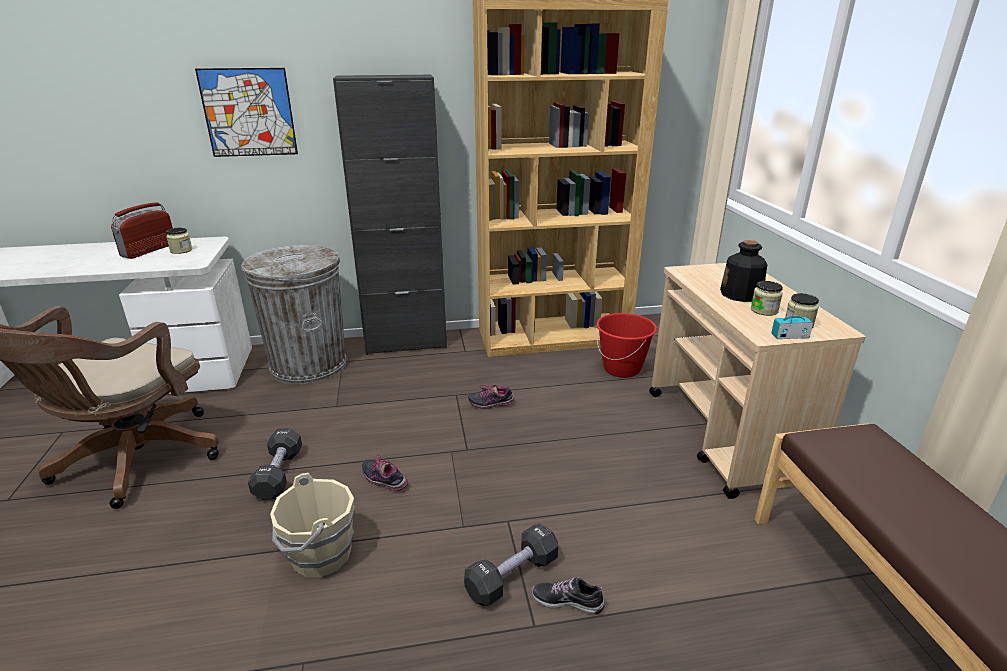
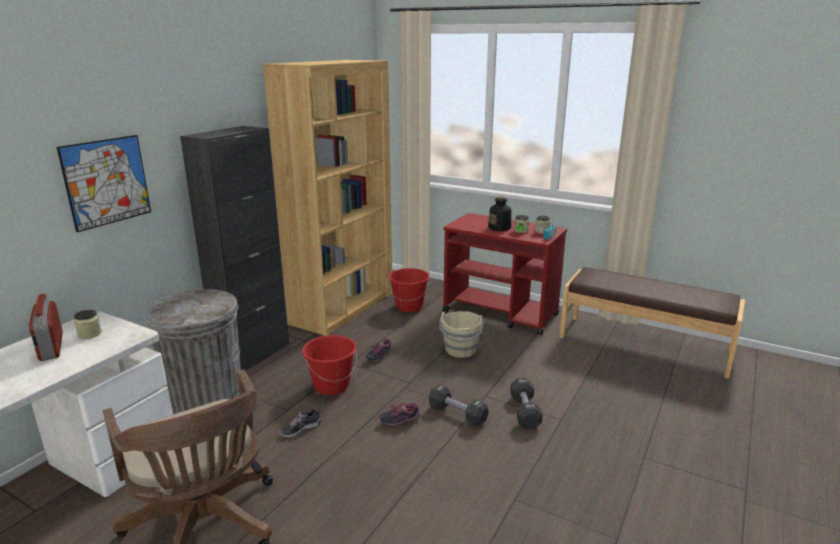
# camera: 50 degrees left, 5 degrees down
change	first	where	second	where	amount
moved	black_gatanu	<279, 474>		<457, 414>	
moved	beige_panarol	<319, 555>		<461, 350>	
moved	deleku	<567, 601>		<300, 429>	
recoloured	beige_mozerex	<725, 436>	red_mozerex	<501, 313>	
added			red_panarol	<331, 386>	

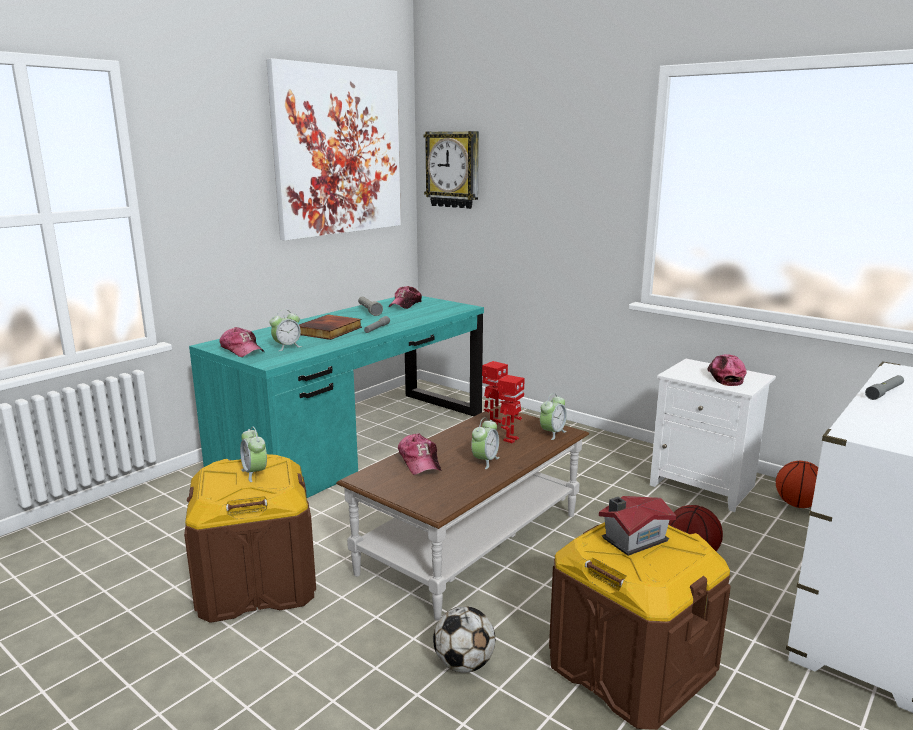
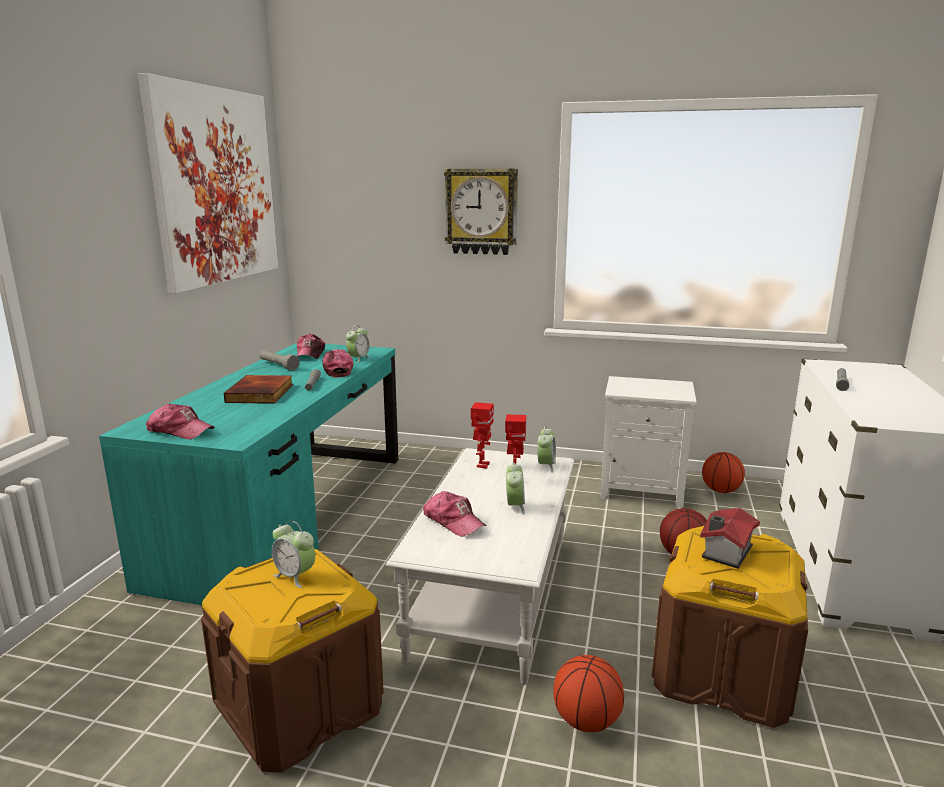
# camera: 25 degrees left, 0 degrees up
change	first	where	second	where	amount
moved	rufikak	<287, 347>		<358, 359>	
recoloured	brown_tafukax	<471, 543>	white_tafukax	<493, 593>	
moved	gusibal	<453, 169>		<481, 212>	
replaced	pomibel	<464, 664>	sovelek	<586, 721>	
moved	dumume	<724, 376>		<337, 370>	

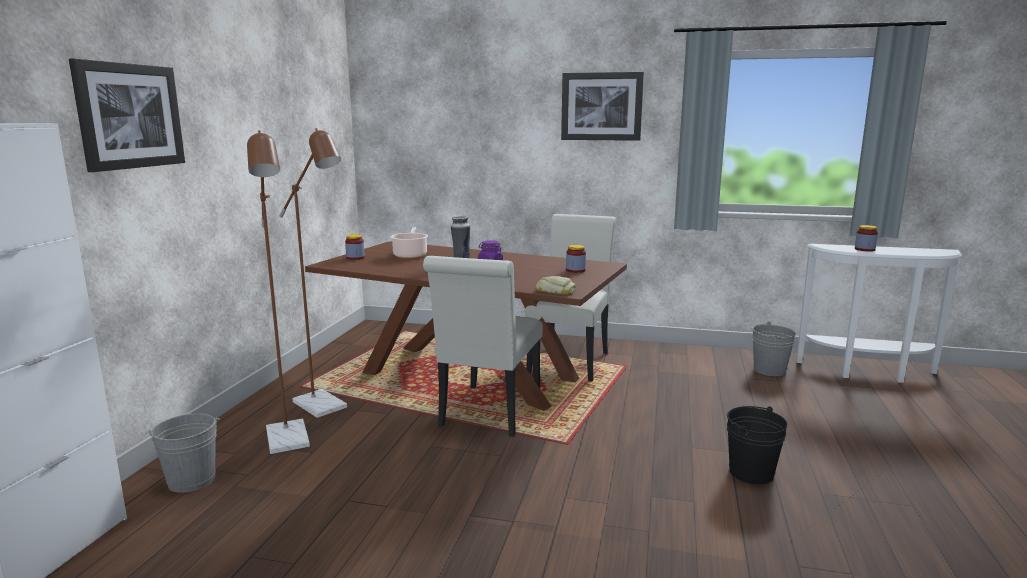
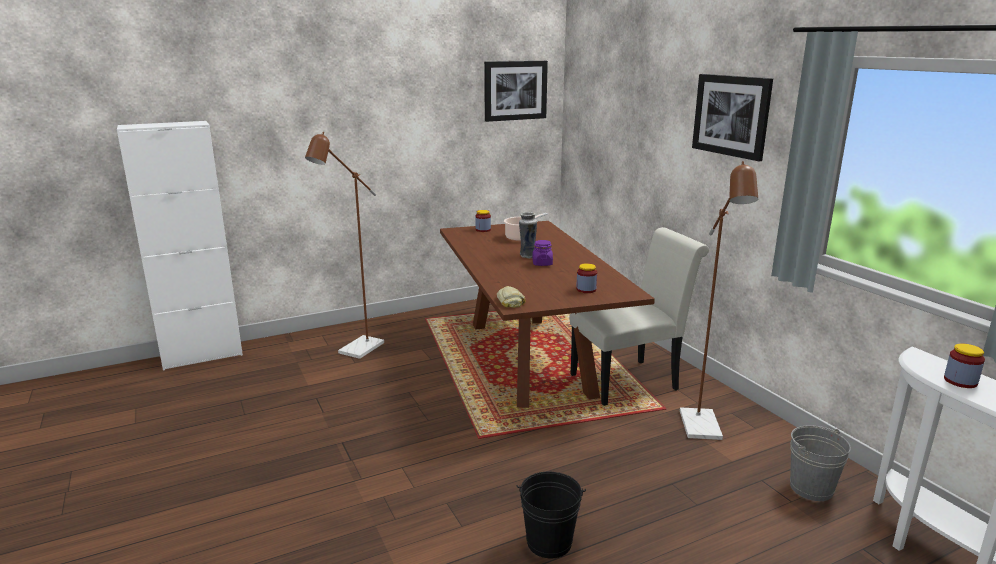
# camera: 50 degrees right, 5 degrees up
change	first	where	second	where	amount
moved	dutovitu	<130, 116>		<515, 90>	
removed	grey_panarol	<191, 480>			
moved	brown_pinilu	<325, 408>		<702, 430>	
removed	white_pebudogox	<488, 414>			

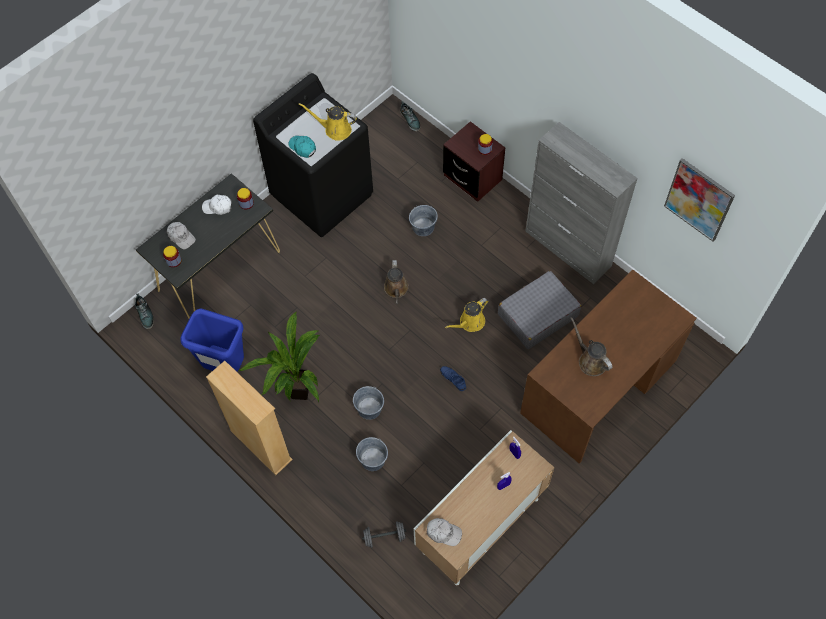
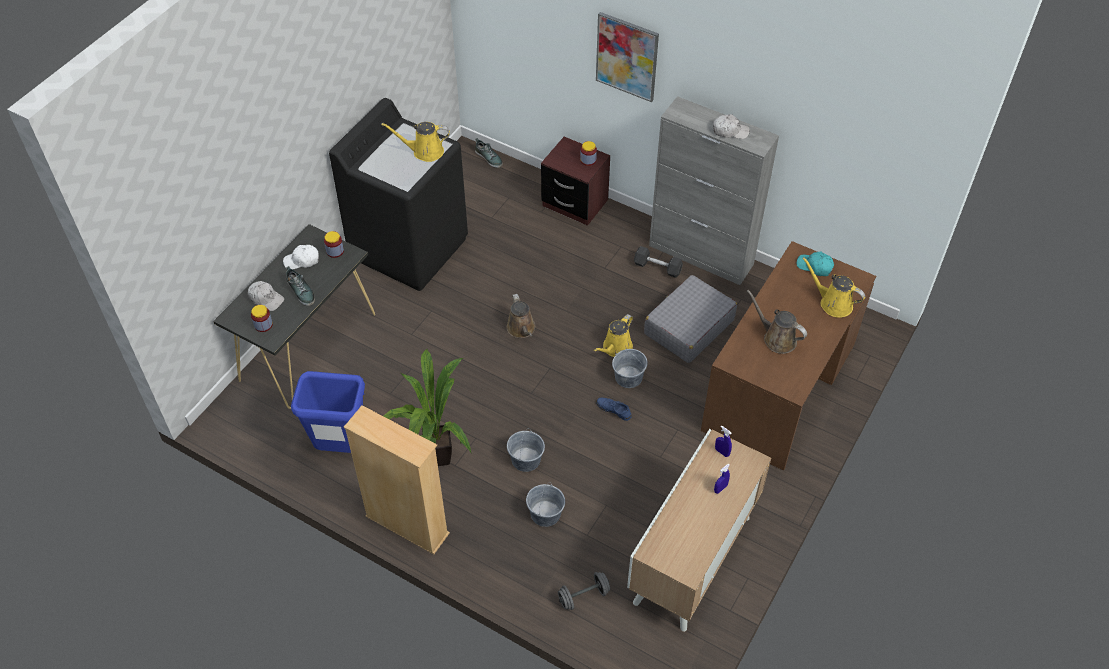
# camera: 15 degrees left, 10 degrees down
change	first	where	second	where	amount
moved	deleku	<145, 314>		<301, 291>	
moved	turquoise_dumume	<302, 148>		<815, 267>	
moved	grey_panarol	<423, 227>		<628, 377>	
moved	white_dumume	<443, 533>		<730, 131>	
moved	dutovitu	<699, 199>		<627, 56>	
added			grey_gatanu	<657, 267>	
added			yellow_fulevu	<833, 303>	

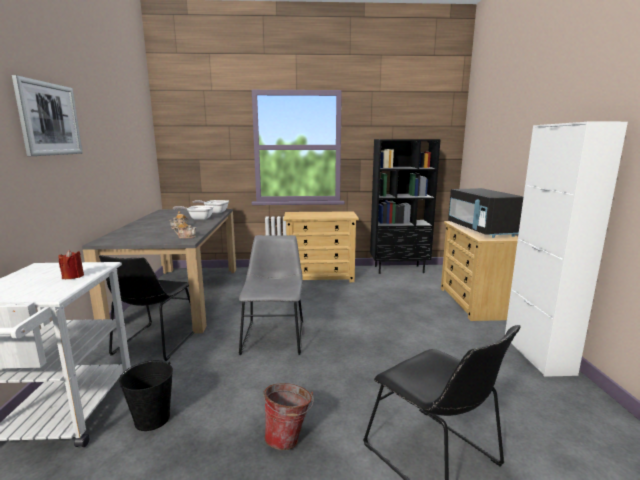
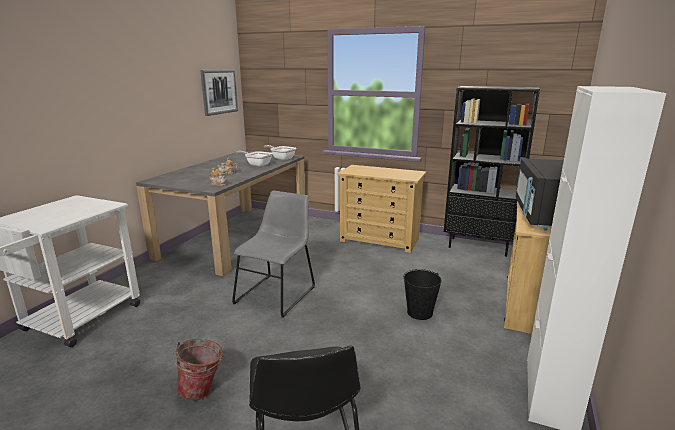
# camera: 25 degrees right, 5 degrees up
change	first	where	second	where	amount
moved	dutovitu	<49, 119>		<219, 91>	
removed	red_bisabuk	<73, 276>			
removed	black_pebudogox	<154, 343>			
moved	black_panarol	<152, 419>		<420, 312>	

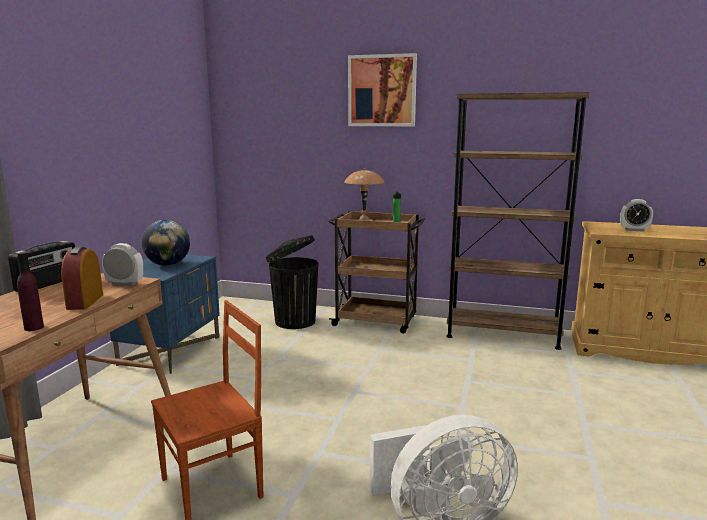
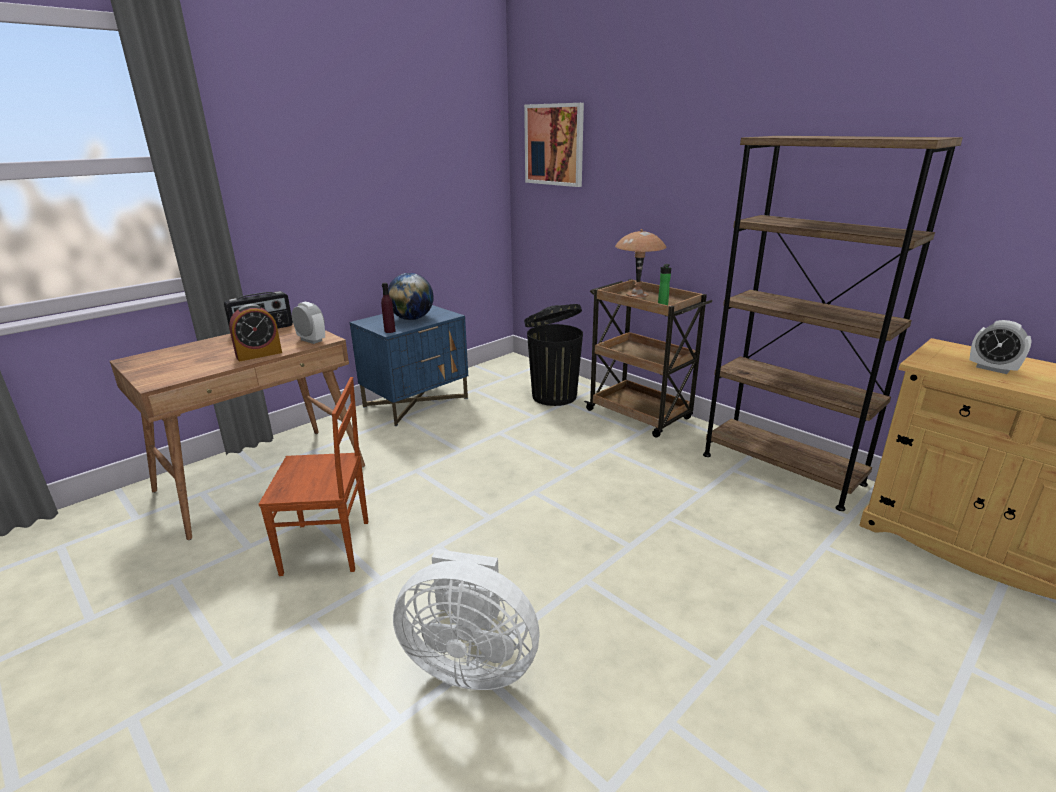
# camera: 30 degrees right, 10 degrees up
change	first	where	second	where	amount
moved	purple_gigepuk	<34, 327>		<390, 331>	
turned	rufikak	<85, 301>		<259, 354>	150 degrees counterclockwise
moved	dutovitu	<382, 91>		<554, 145>	

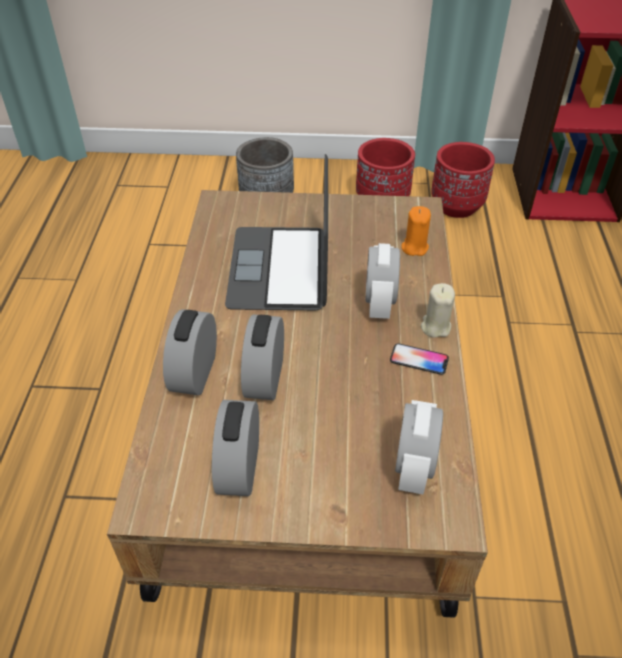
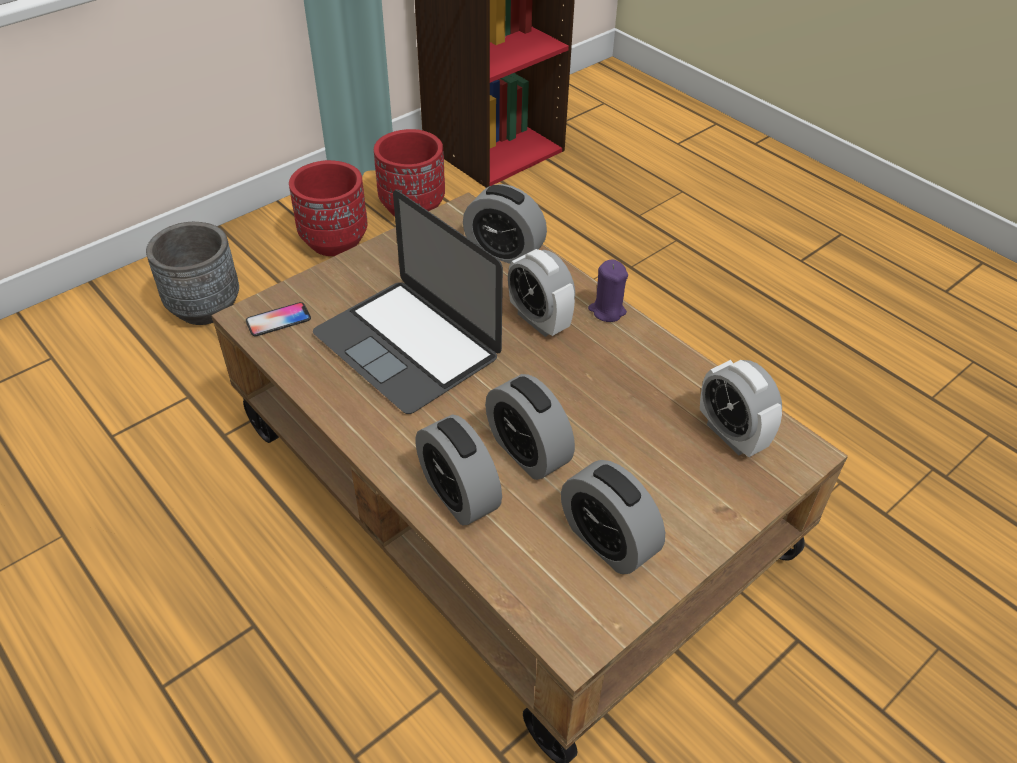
# camera: 45 degrees left, 0 degrees up
change	first	where	second	where	amount
moved	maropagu	<419, 360>		<278, 320>	
replaced	orange_bisabuk	<414, 247>	rufikak	<504, 251>	
recoloured	beige_bisabuk	<435, 327>	purple_bisabuk	<607, 311>	

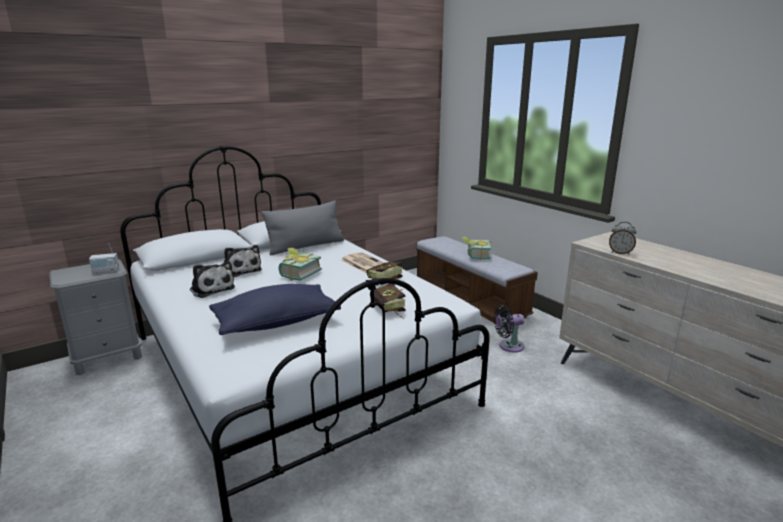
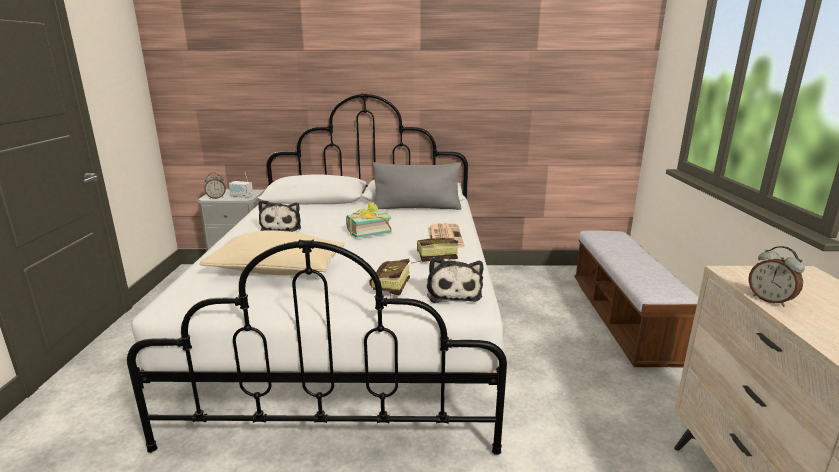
# camera: 35 degrees right, 0 degrees up
change	first	where	second	where	amount
recoloured	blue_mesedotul	<276, 323>	beige_mesedotul	<277, 270>	
moved	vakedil	<241, 270>		<453, 292>	
removed	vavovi	<475, 255>			
removed	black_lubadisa	<508, 346>			
added			rufikak	<216, 198>	

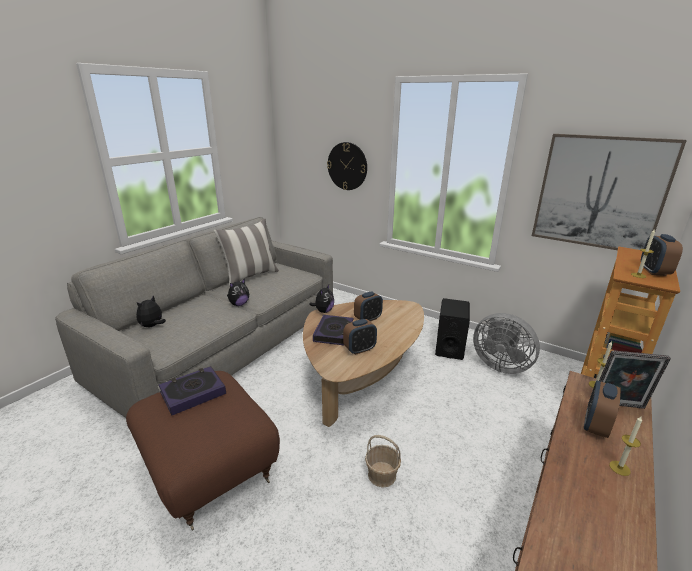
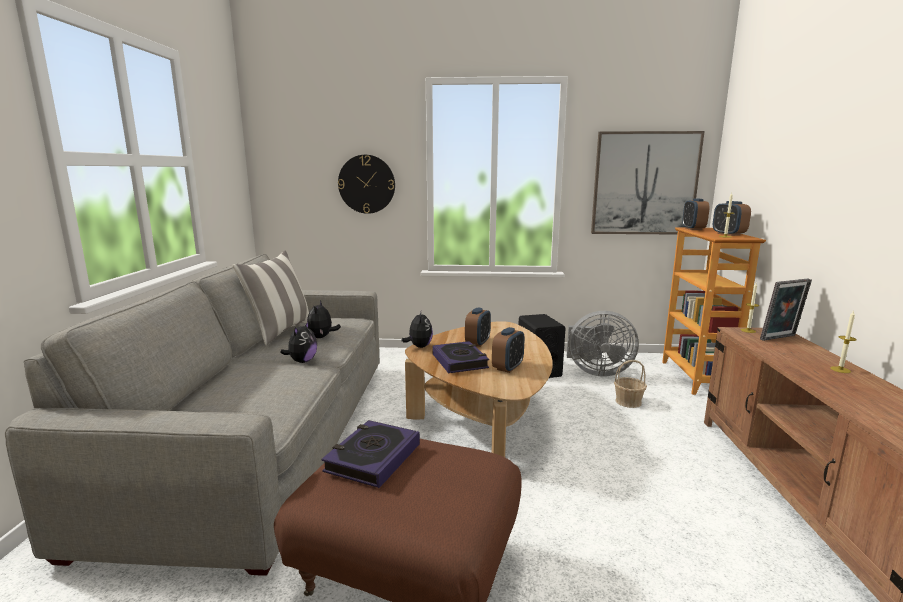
# camera: 30 degrees left, 10 degrees down
change	first	where	second	where	amount
moved	vakedil	<152, 326>		<322, 337>	
moved	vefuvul	<382, 475>		<628, 402>	
moved	rufikak	<595, 426>		<693, 229>	

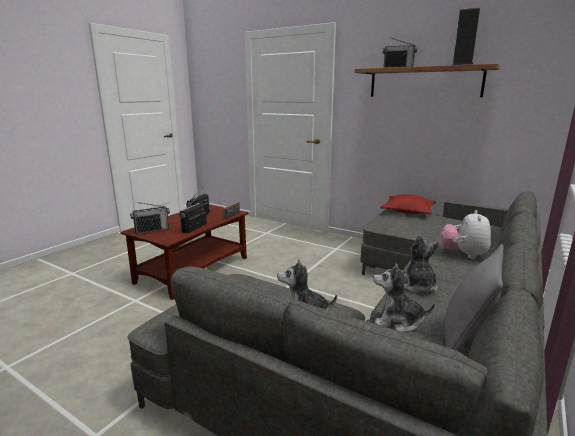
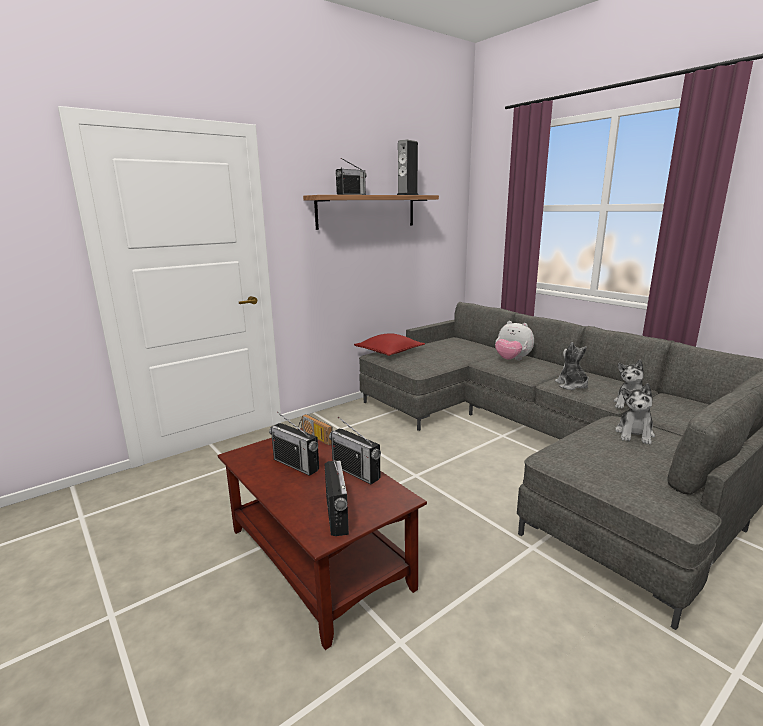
# camera: 70 degrees left, 0 degrees up
change	first	where	second	where	amount
turned	vakedil	<418, 286>		<571, 385>	60 degrees clockwise
removed	grey_mesedotul	<465, 339>			

